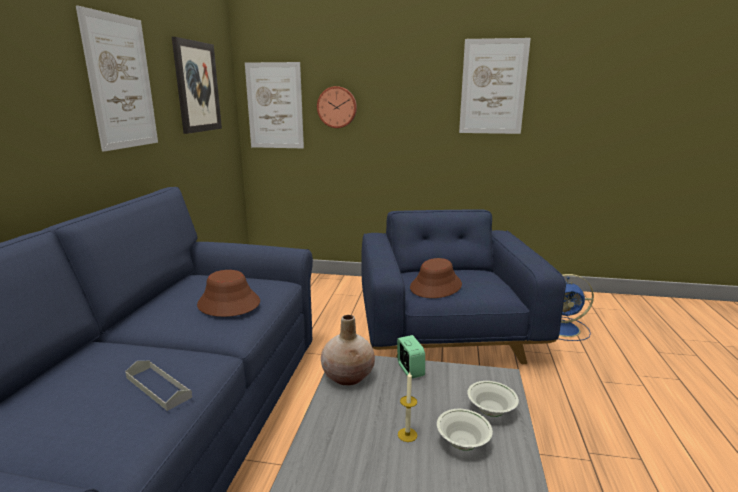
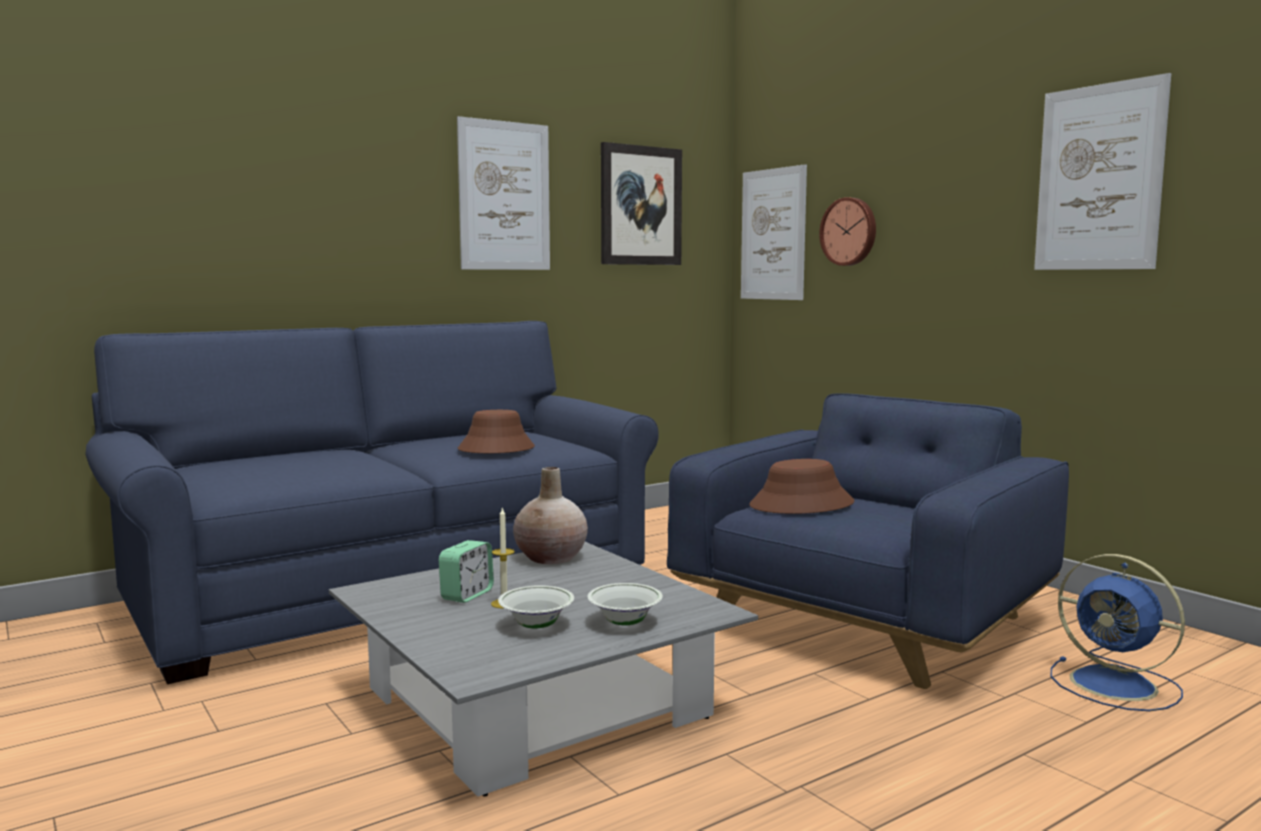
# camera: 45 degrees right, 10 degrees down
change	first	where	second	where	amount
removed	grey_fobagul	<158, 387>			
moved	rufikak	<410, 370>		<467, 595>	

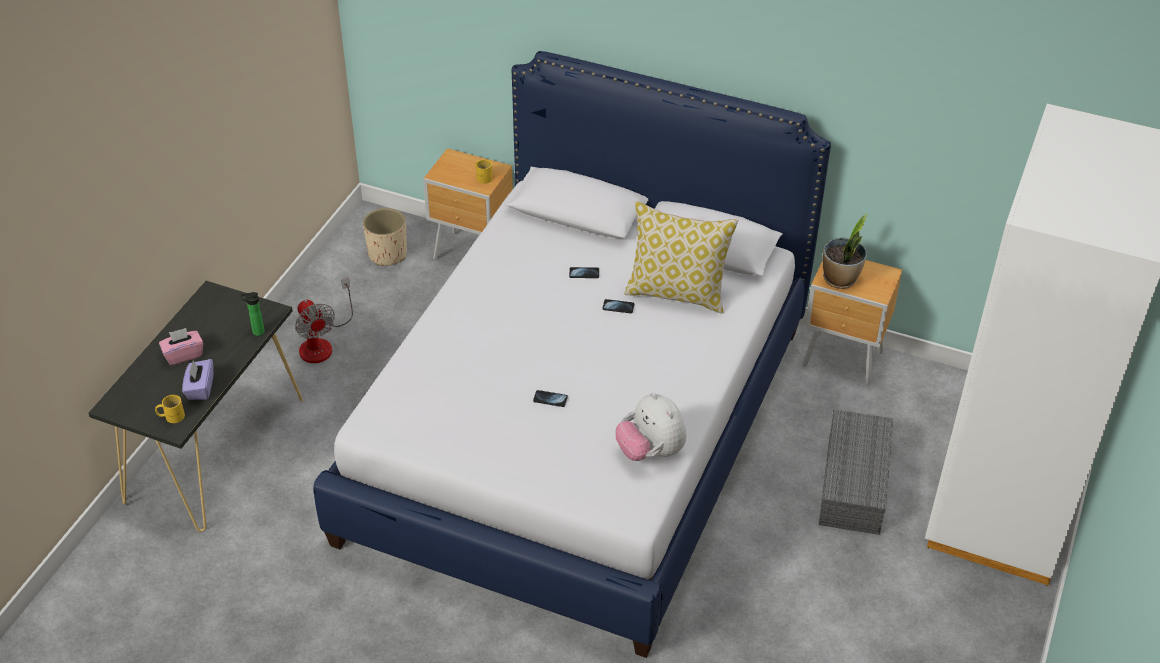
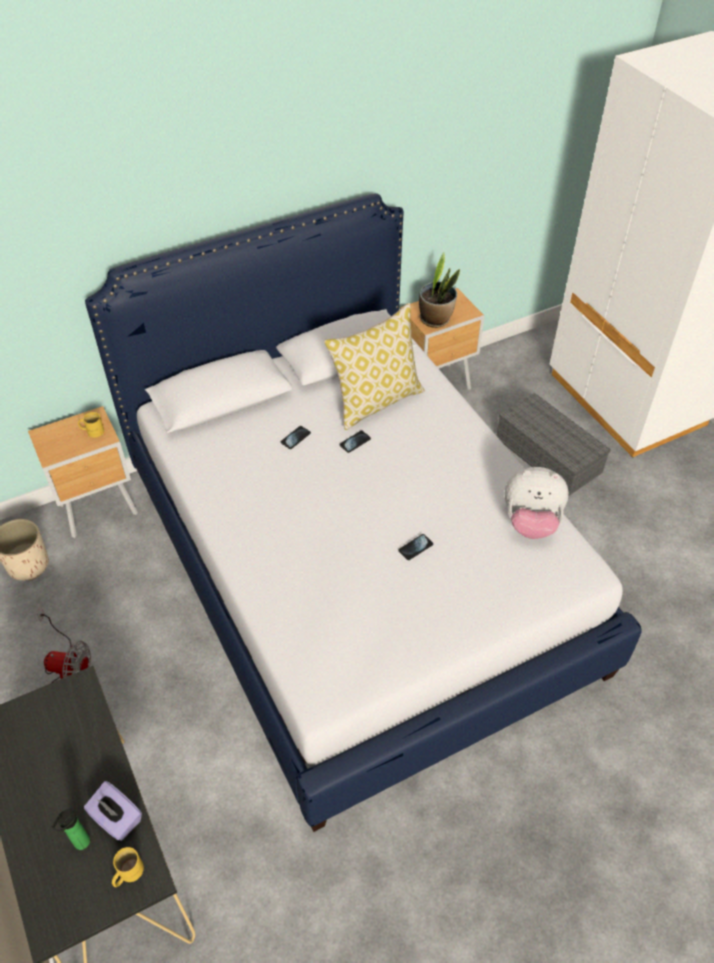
# camera: 50 degrees left, 5 degrees up
change	first	where	second	where	amount
removed	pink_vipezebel	<183, 355>			
moved	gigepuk	<256, 332>		<80, 844>	

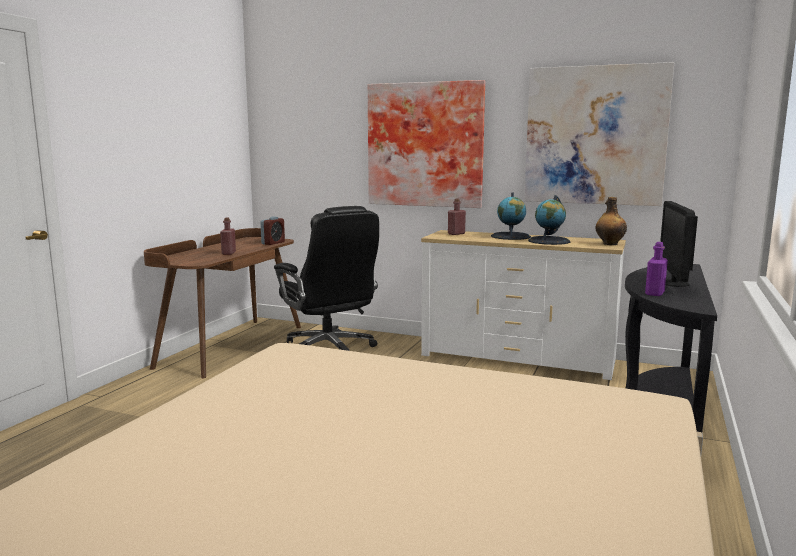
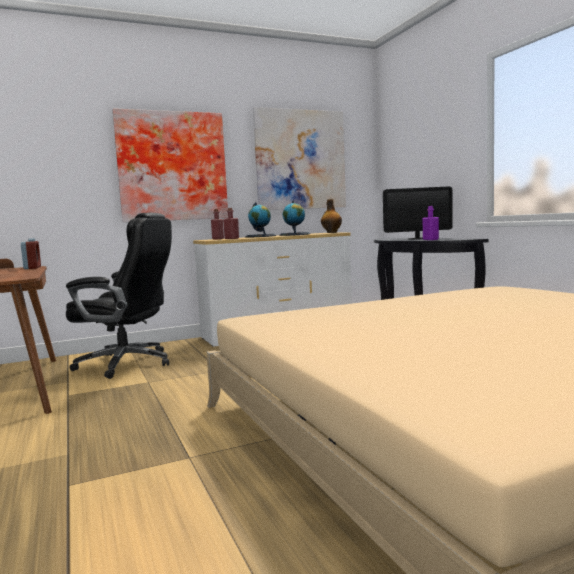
# camera: 45 degrees left, 5 degrees down
change	first	where	second	where	amount
moved	red_gigepuk	<228, 253>		<231, 238>	
turned	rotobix	<674, 283>		<417, 238>	60 degrees counterclockwise

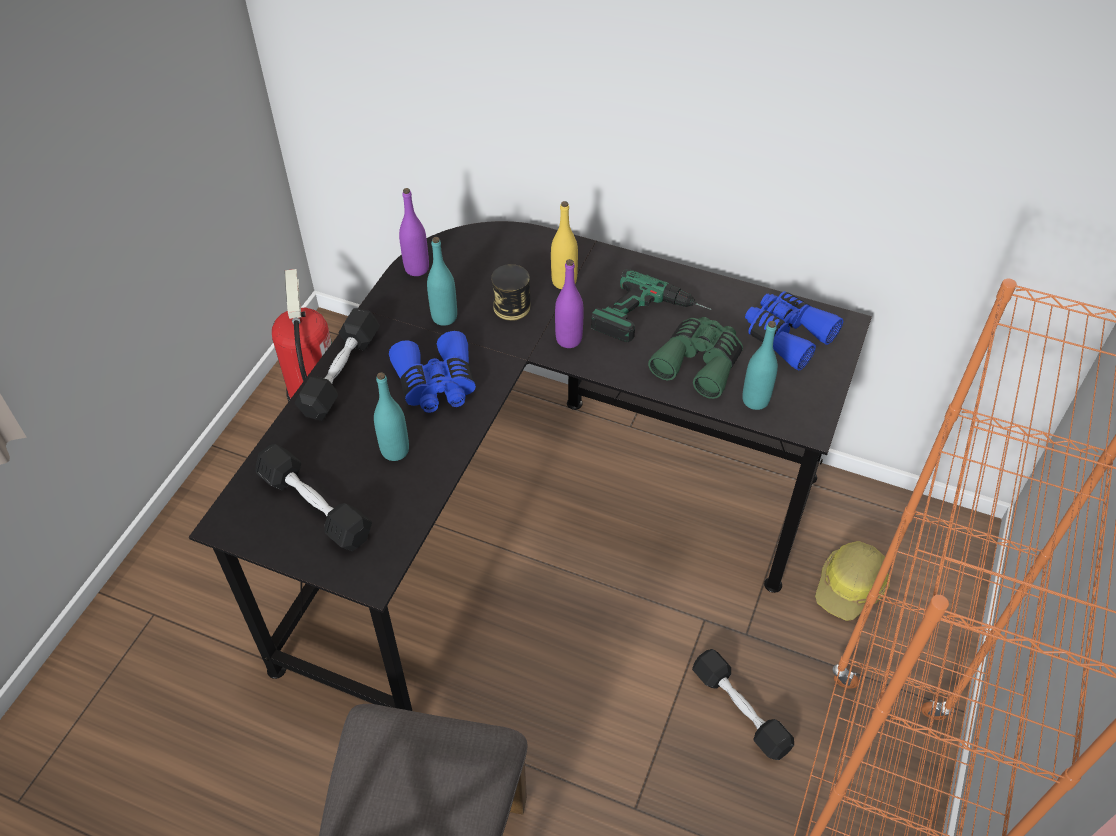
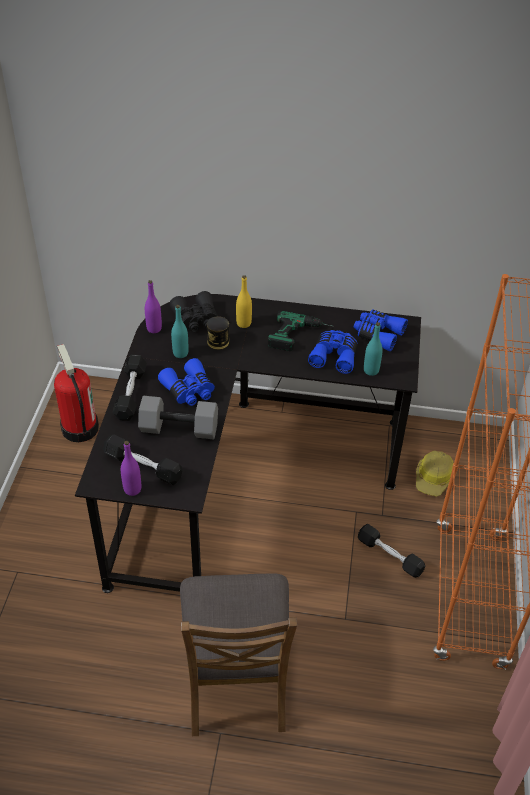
# camera: 15 degrees left, 5 degrees down
change	first	where	second	where	amount
replaced	turquoise_gigepuk	<395, 450>	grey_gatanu	<178, 429>	
moved	purple_gigepuk	<568, 339>		<132, 489>	
recoloured	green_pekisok	<699, 363>	blue_pekisok	<334, 356>	
added			black_pekisok	<196, 319>	

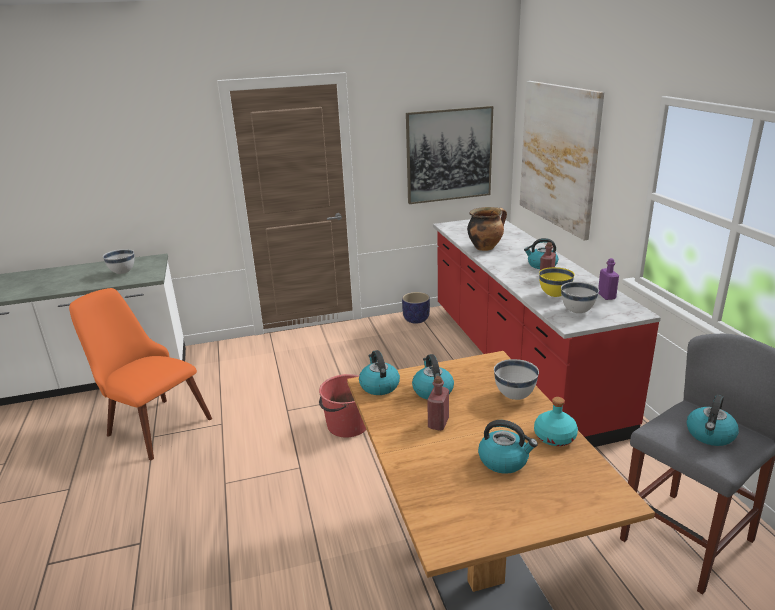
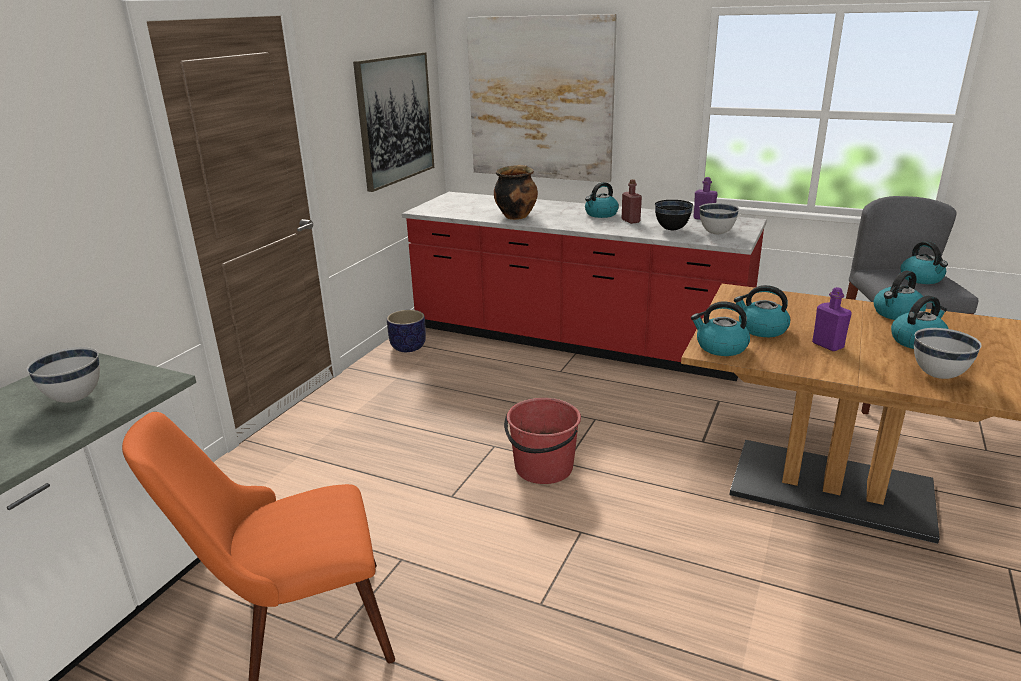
# camera: 50 degrees left, 0 degrees up
change	first	where	second	where	amount
recoloured	red_gigepuk	<438, 423>	purple_gigepuk	<827, 345>	
moved	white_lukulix	<514, 396>		<937, 375>	
replaced	turquoise_gigepuk	<555, 437>	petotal	<897, 314>	
recoloured	yellow_lukulix	<554, 295>	black_lukulix	<671, 229>	

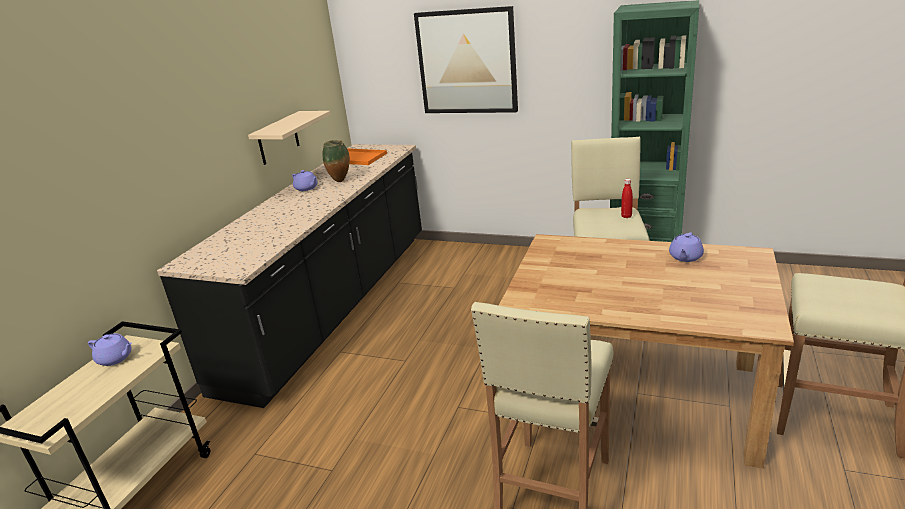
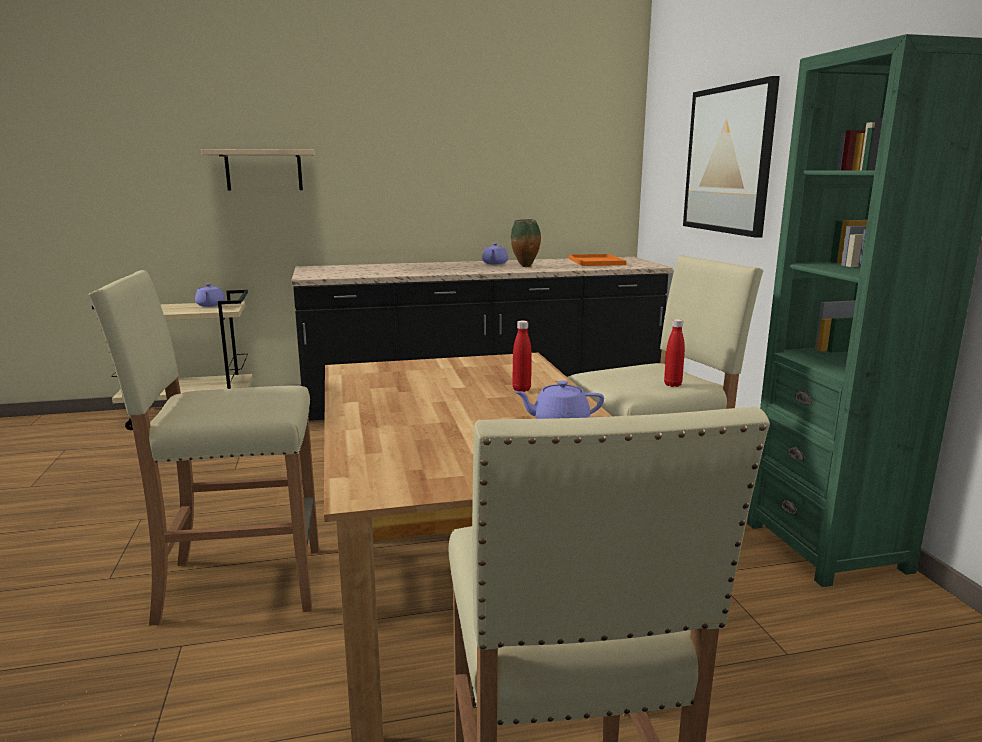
# camera: 55 degrees right, 10 degrees down
change	first	where	second	where	amount
moved	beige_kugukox	<278, 138>		<264, 170>	
added			red_gigepuk	<521, 389>	

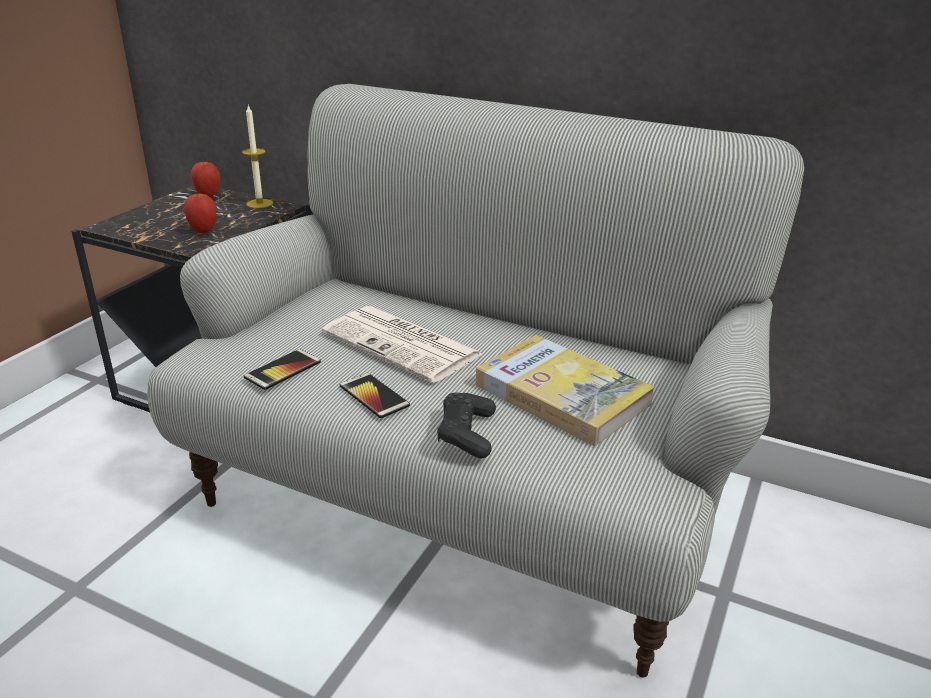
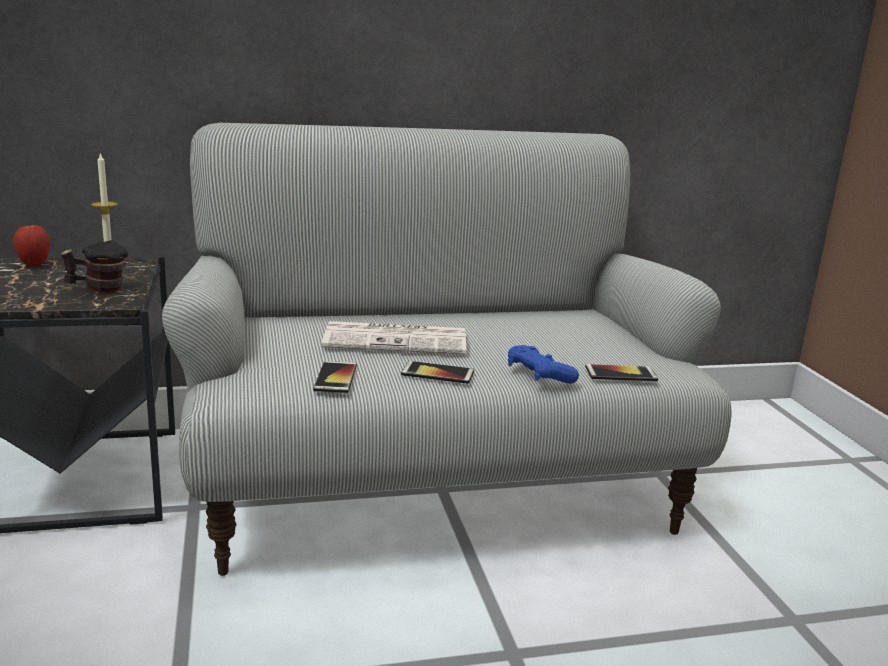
# camera: 40 degrees left, 10 degrees down
change	first	where	second	where	amount
replaced	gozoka	<203, 231>	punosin	<98, 289>	
recoloured	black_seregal	<466, 434>	blue_seregal	<538, 375>	
removed	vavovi	<562, 394>			
added			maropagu	<621, 374>	

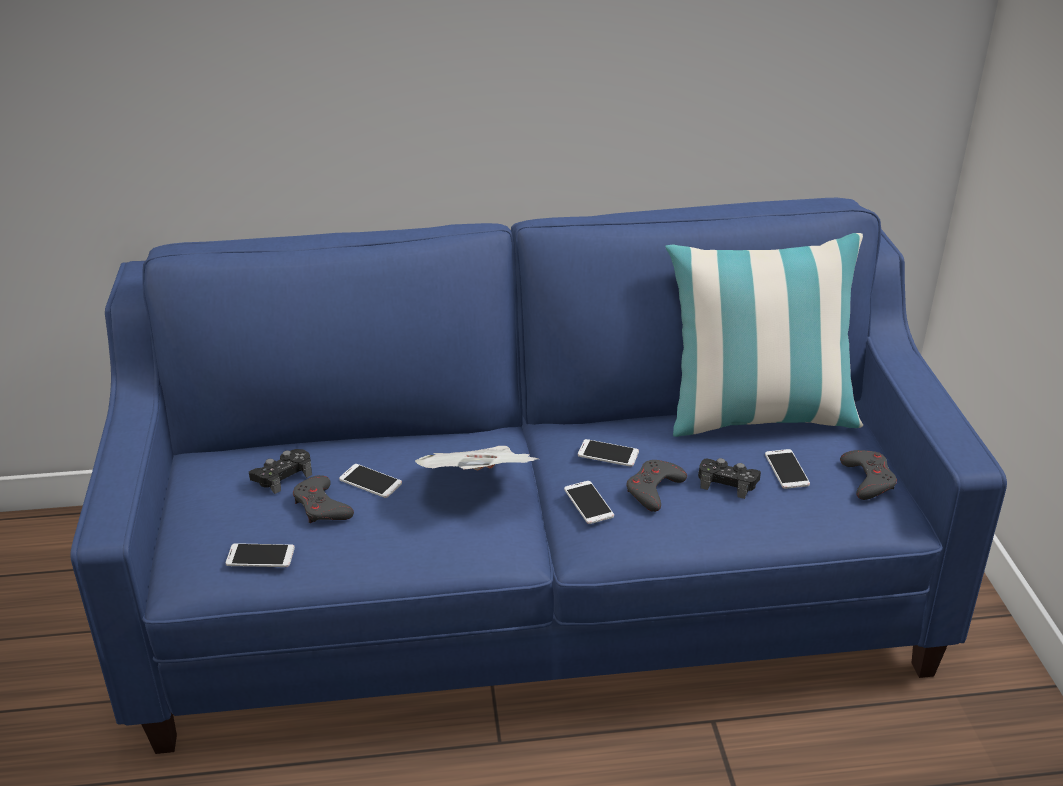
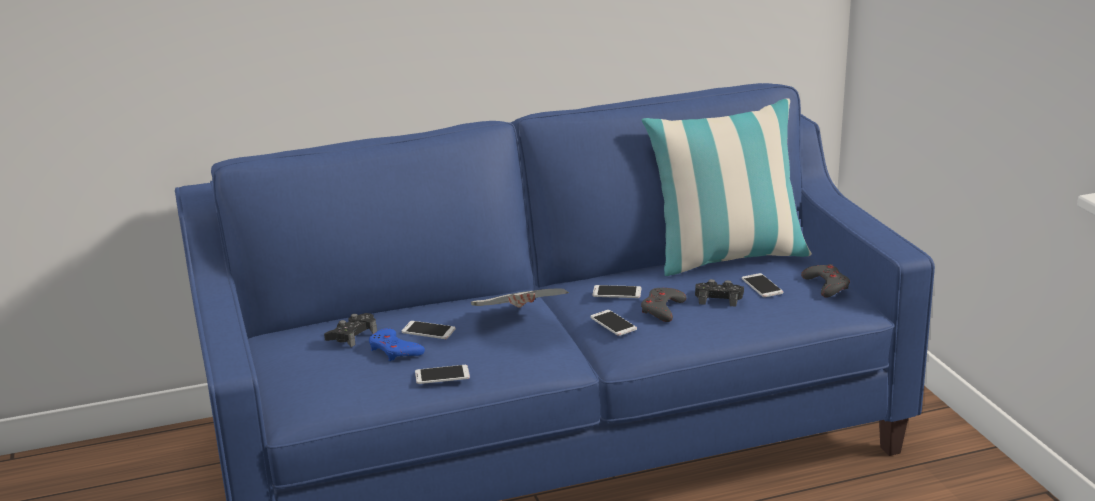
# camera: 10 degrees left, 10 degrees down
change	first	where	second	where	amount
moved	maropagu	<260, 556>		<442, 375>	
recoloured	grey_seregal	<322, 506>	blue_seregal	<394, 350>	

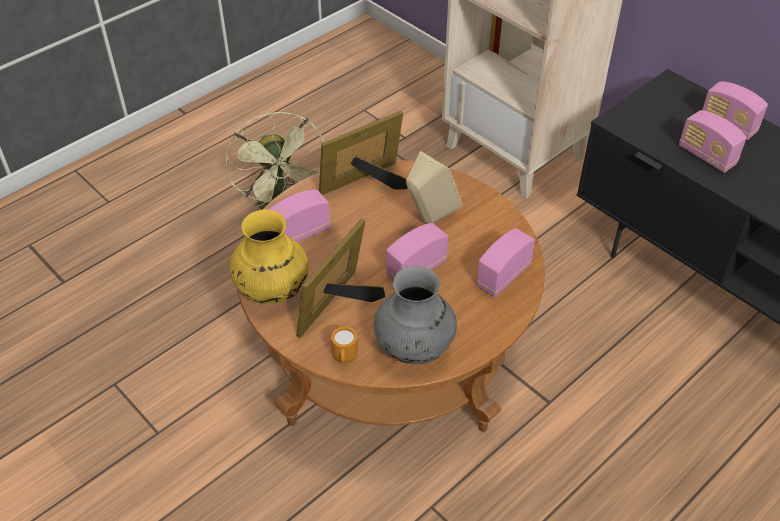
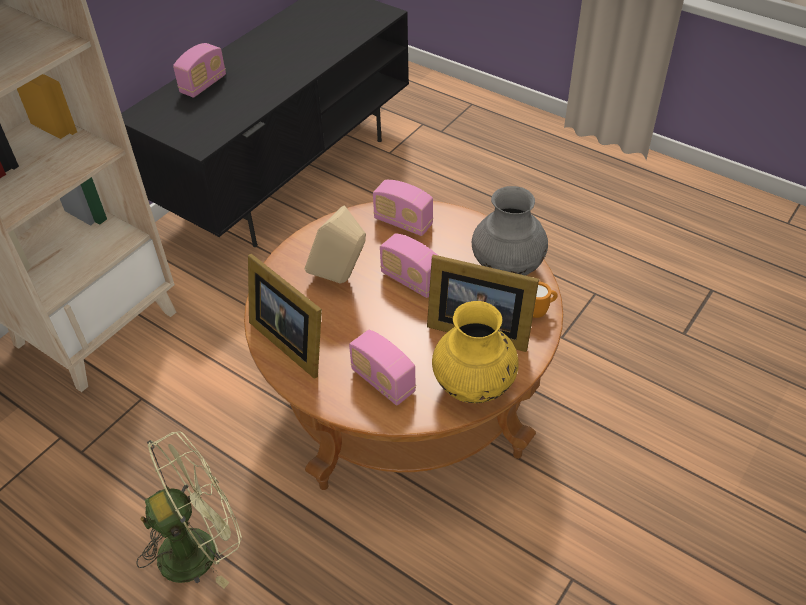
# camera: 100 degrees left, 0 degrees up
change	first	where	second	where	amount
removed	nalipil	<706, 156>			

